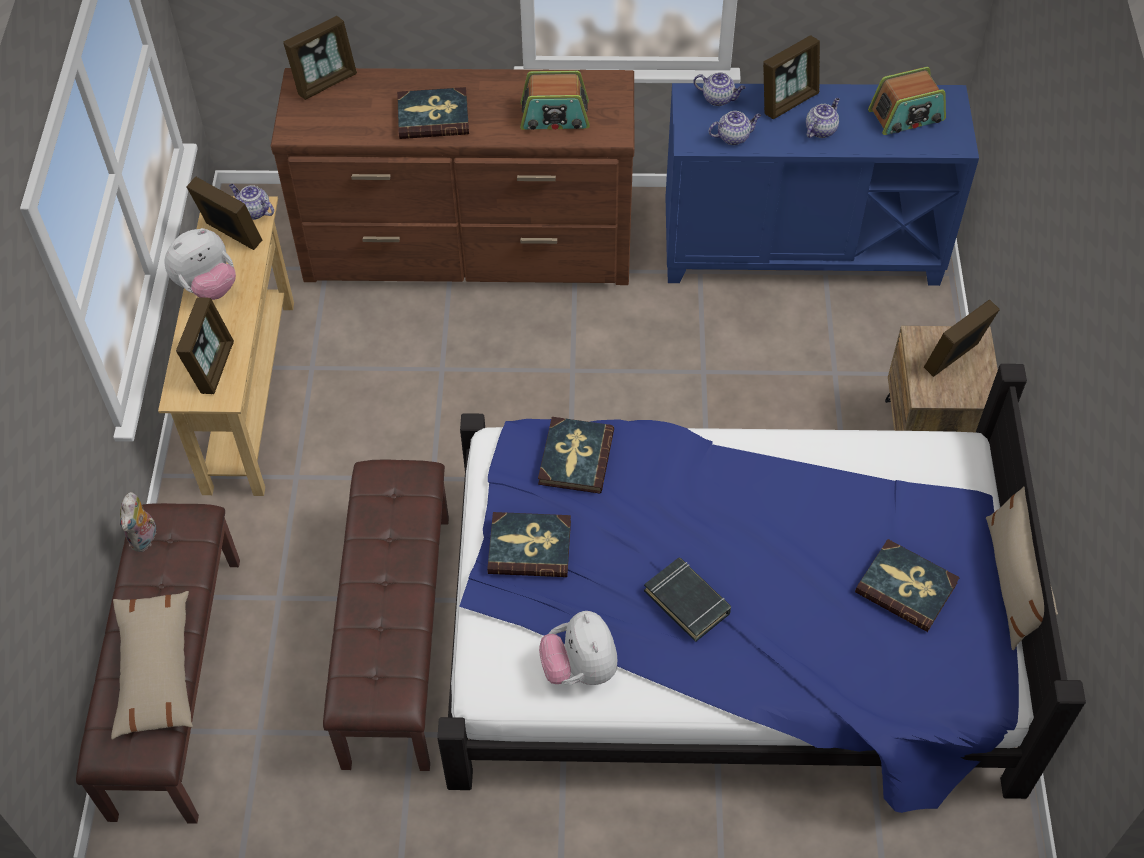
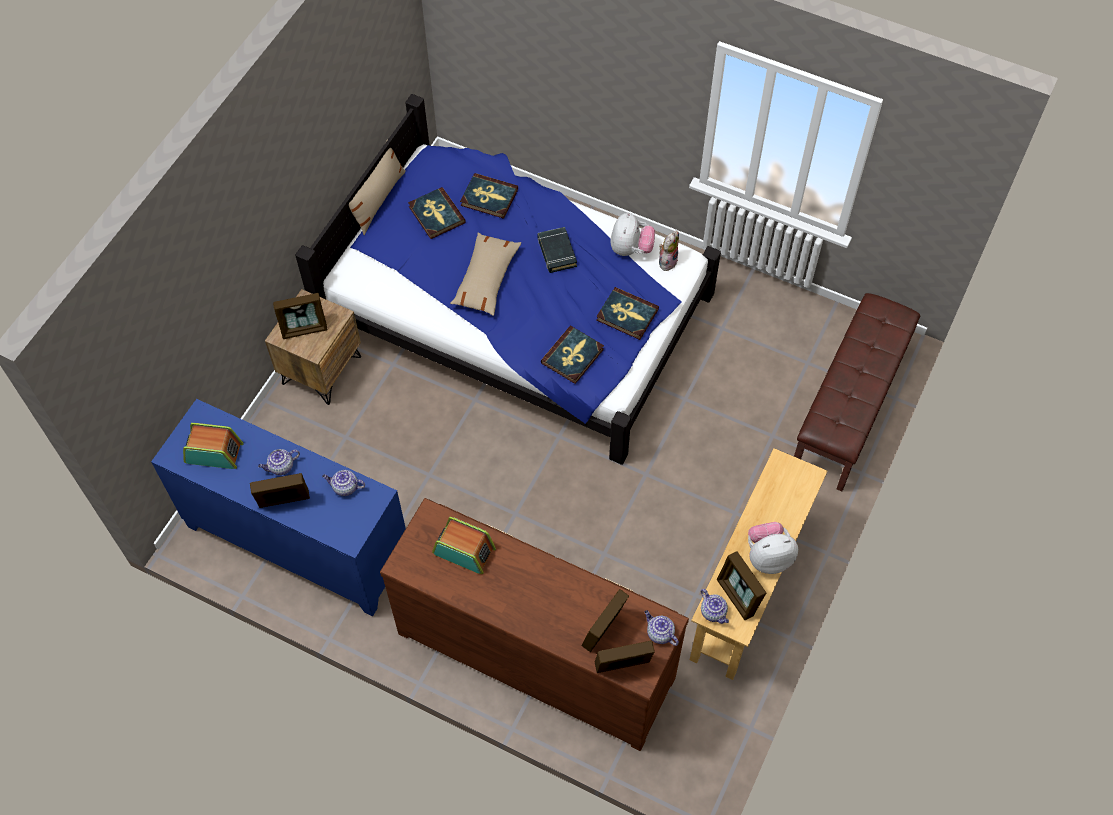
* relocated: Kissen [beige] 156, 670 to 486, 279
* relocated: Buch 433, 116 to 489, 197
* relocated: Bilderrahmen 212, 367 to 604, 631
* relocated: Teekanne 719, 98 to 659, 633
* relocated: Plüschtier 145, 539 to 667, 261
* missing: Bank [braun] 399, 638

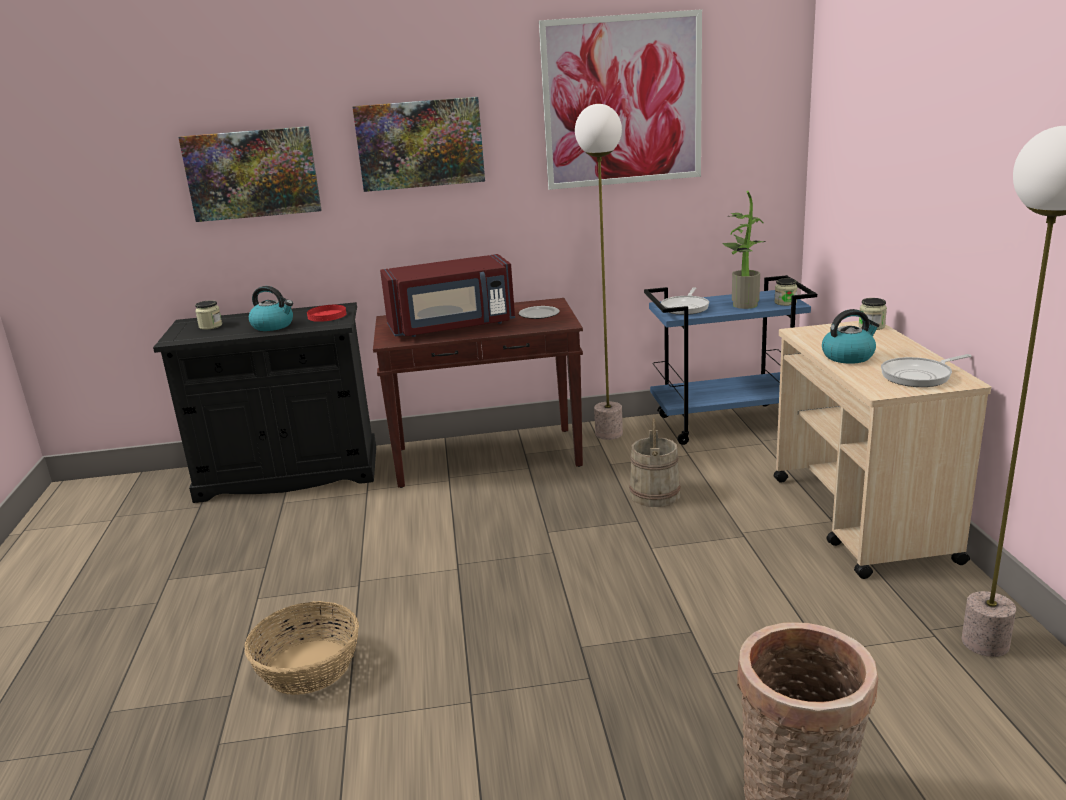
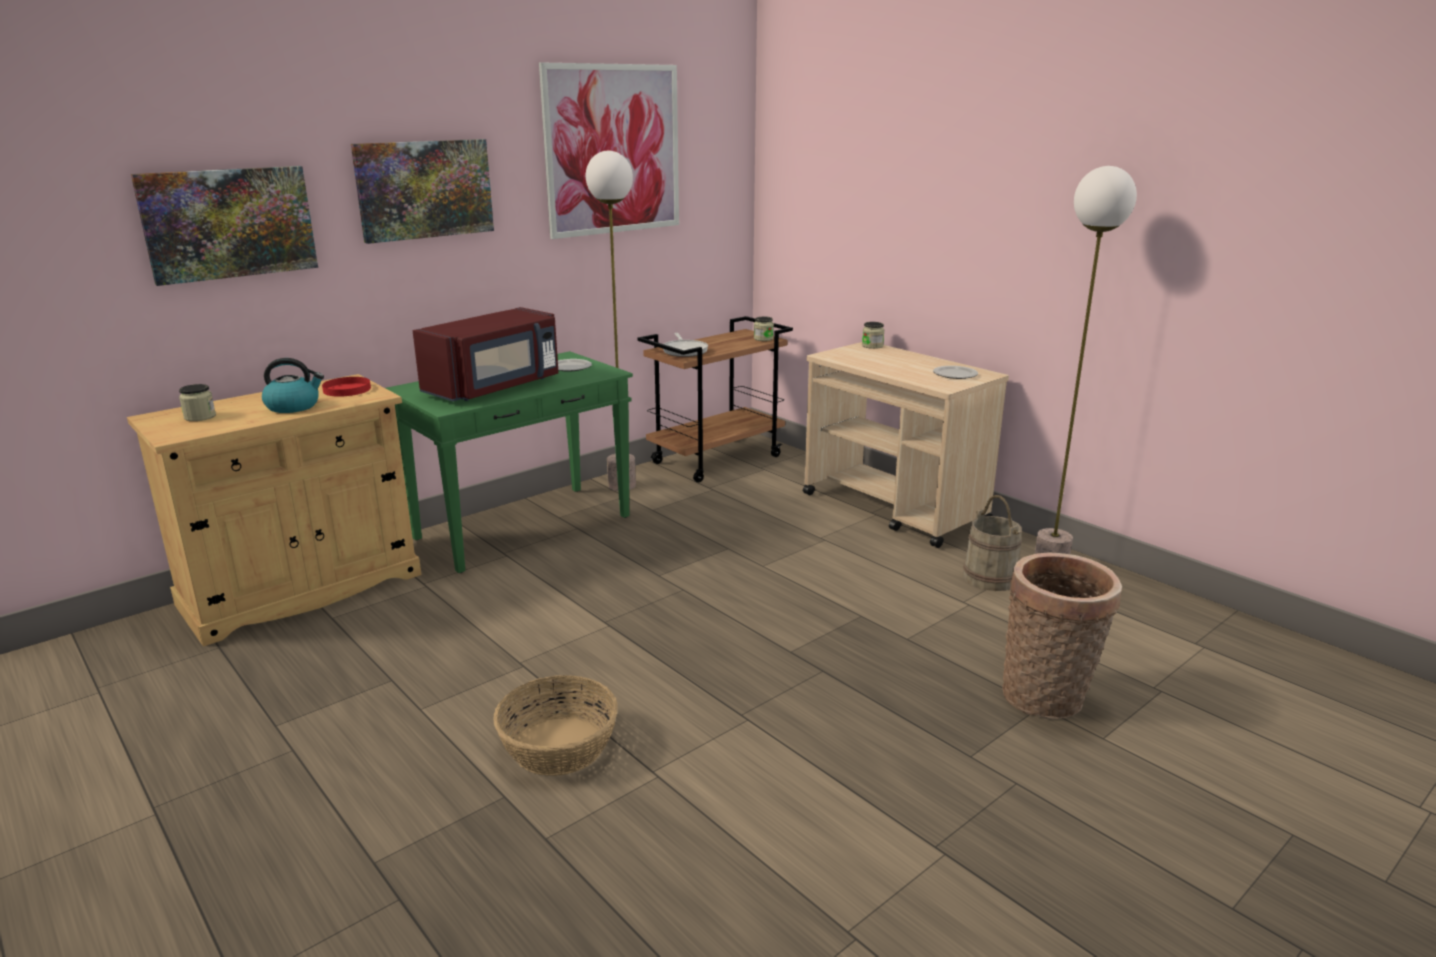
* colour: Schrank [schwarz] 289, 474 to Schrank [beige] 302, 590
* colour: Konsolentisch [braun] 489, 457 to Konsolentisch [grün] 524, 527
* colour: Rollwagen [blau] 726, 423 to Rollwagen [braun] 717, 459
* exchanged: Pfanne 919, 376 to Teller 956, 374
* relocated: Eimer [beige] 655, 494 to 990, 577
* missing: Topfpflanze 741, 304
* missing: Wasserkessel 848, 356

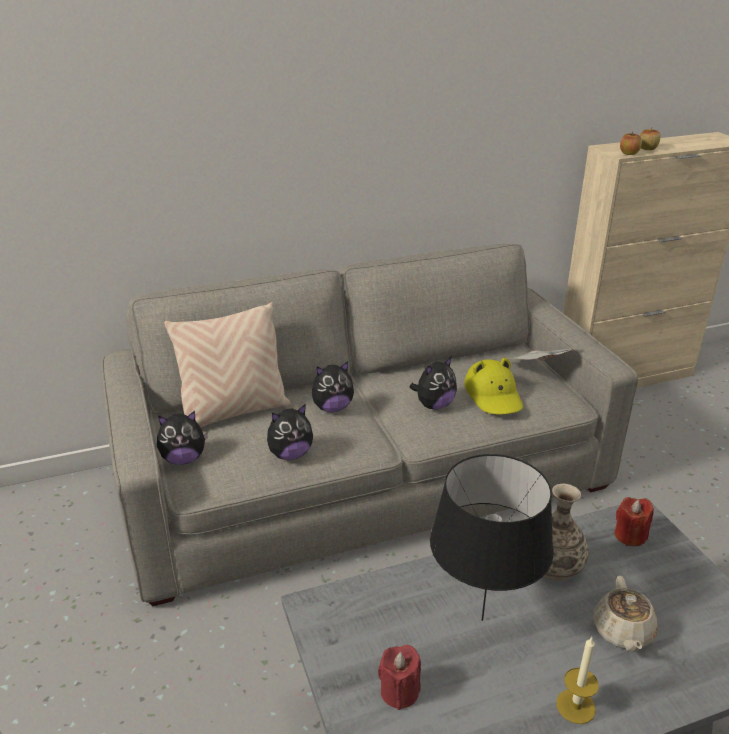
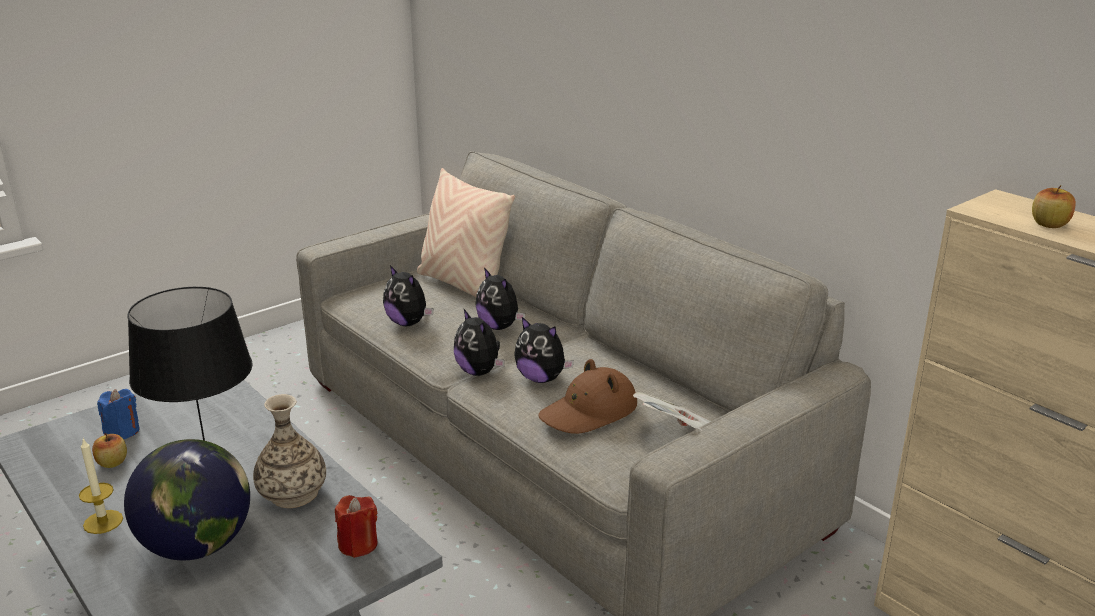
* relocated: Apfel 629, 153 to 112, 463
* colour: Kerze [rot] 399, 691 to Kerze [blau] 122, 431
* exchanged: Teekanne [beige] 622, 632 to Globus 198, 545
* relocated: Plüschtier 183, 459 to 479, 371
* colour: Hut [gelb] 494, 395 to Hut [braun] 589, 412

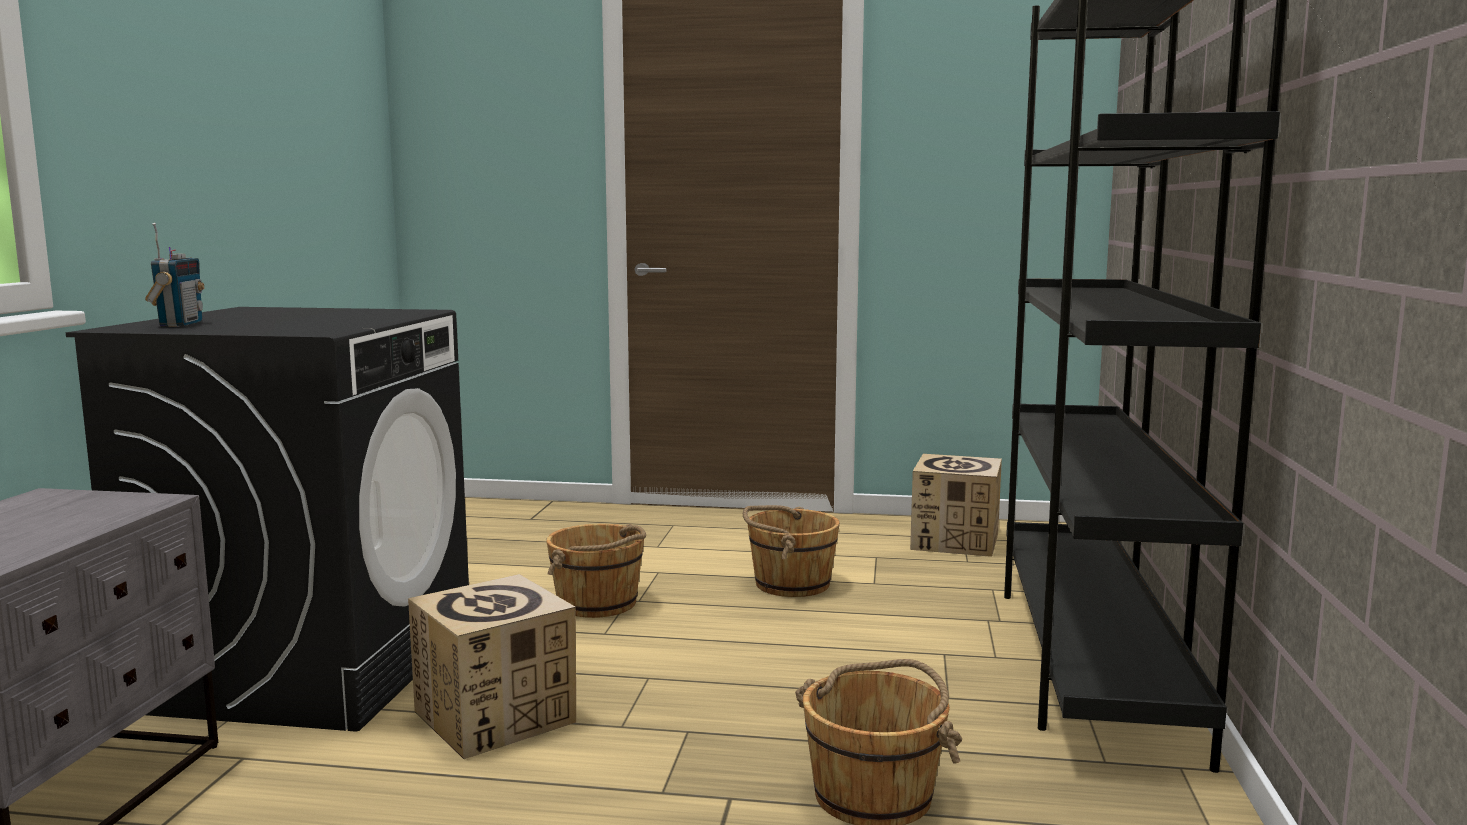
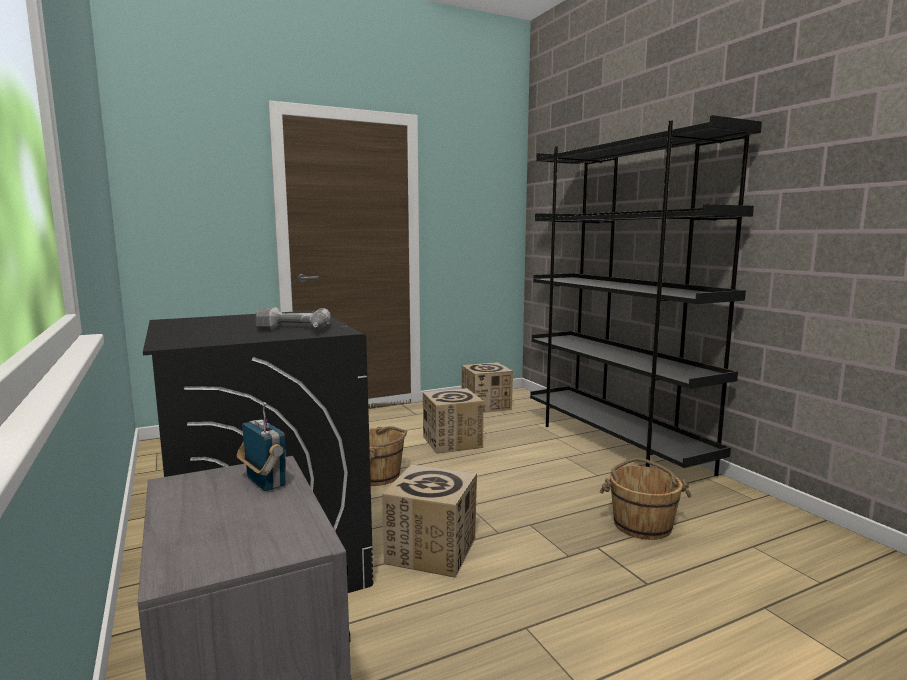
* relocated: Radio 180, 324 to 265, 482
* appeared: Bohrmaschine 293, 329
* exchanged: Eimer [braun] 790, 584 to Karton 452, 442

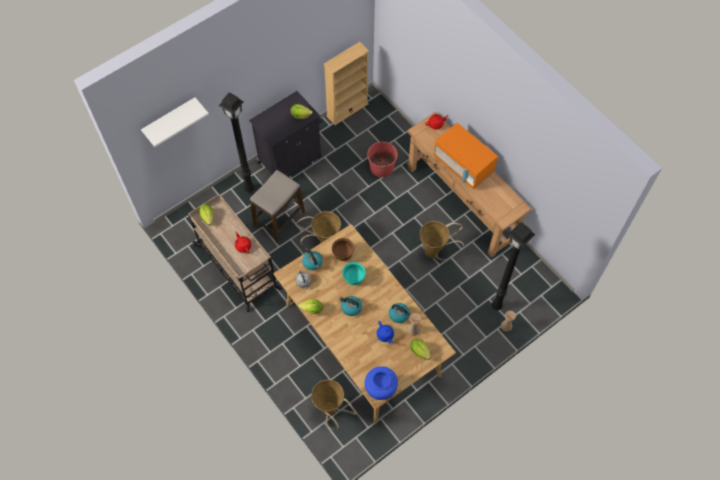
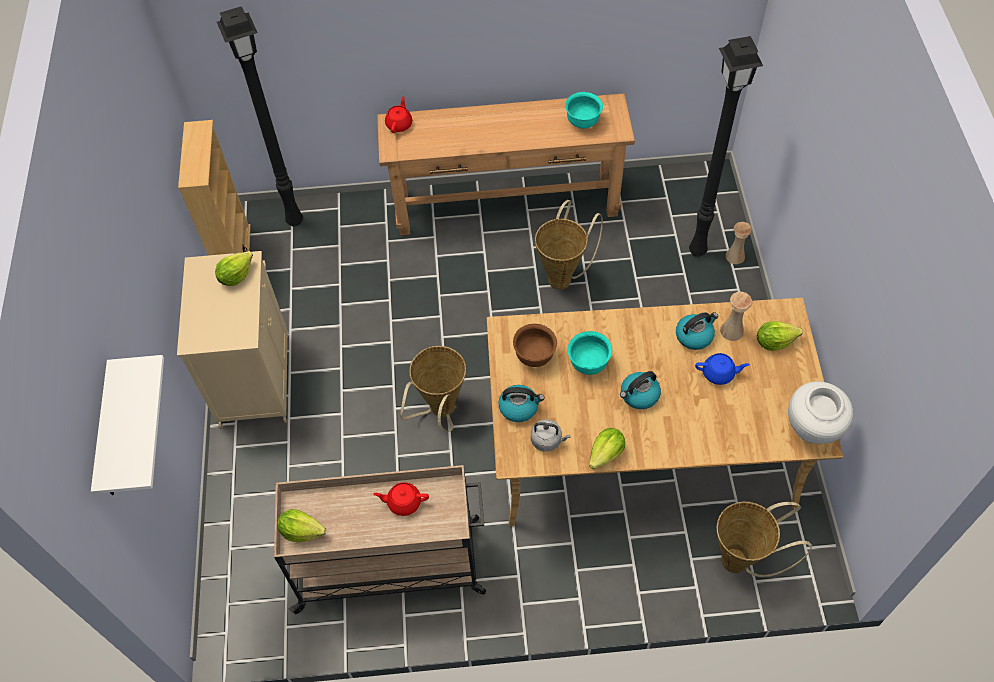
* colour: Schrank [schwarz] 291, 159 to Schrank [beige] 255, 378
* relocated: Stehlampe [schwarz] 248, 189 to 294, 222
* appeared: Schüssel [türkis] 582, 122
* colour: Vase [blau] 380, 389 to Vase [weiß] 811, 430
* missing: Hocker 279, 219
* missing: Eimer [rot] 381, 167
* missing: Mikrowelle [orange] 463, 165

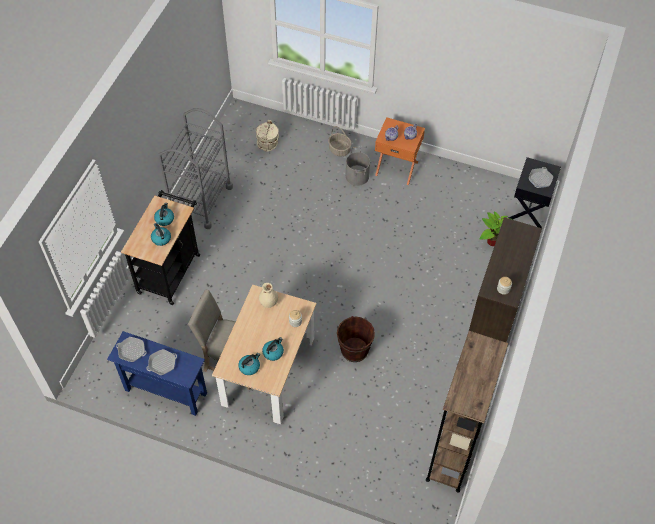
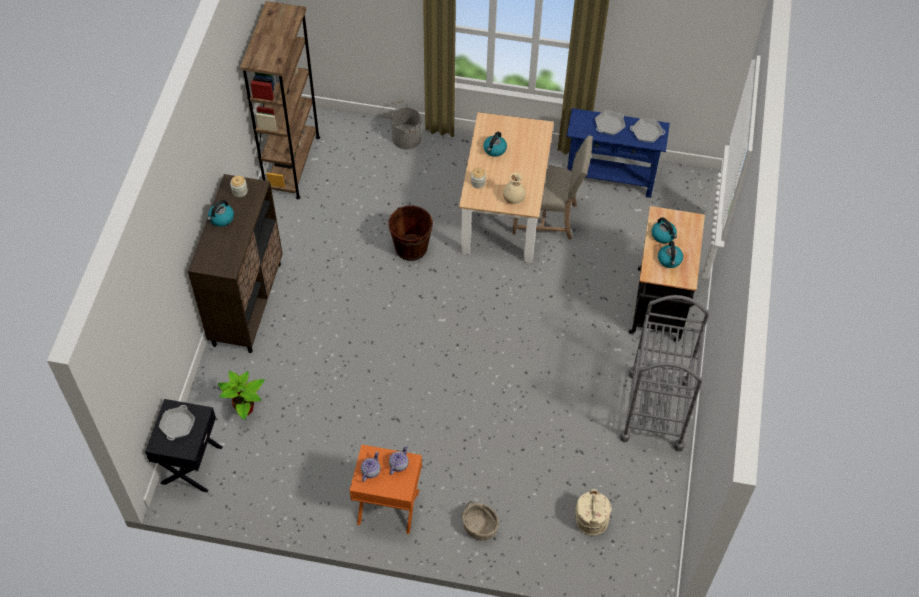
* relocated: Wasserkessel 249, 367 to 221, 219
* relocated: Eimer [grau] 356, 176 to 407, 137

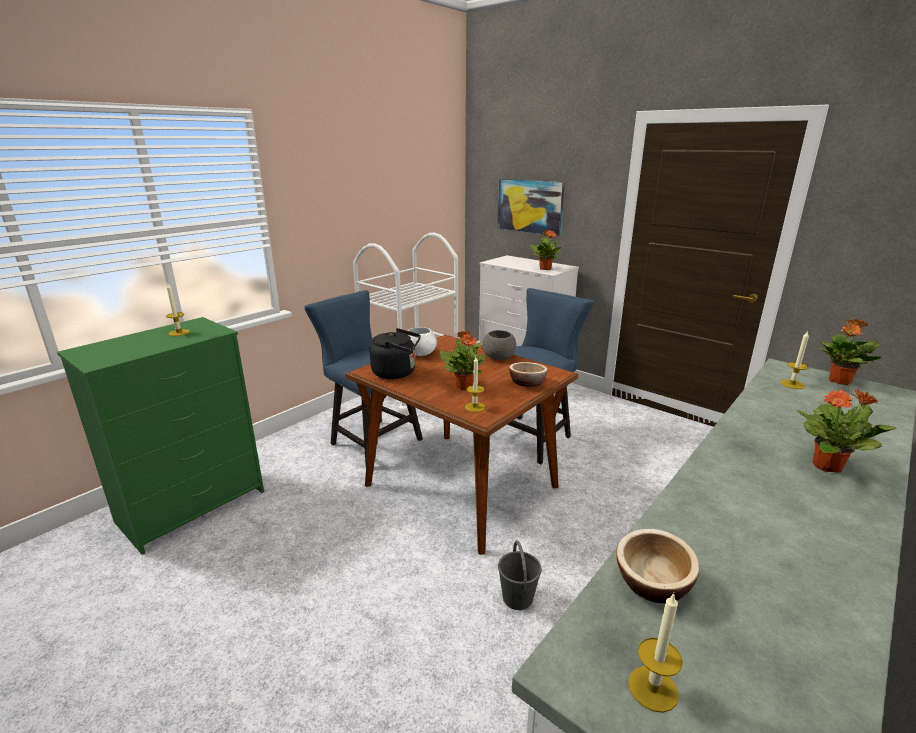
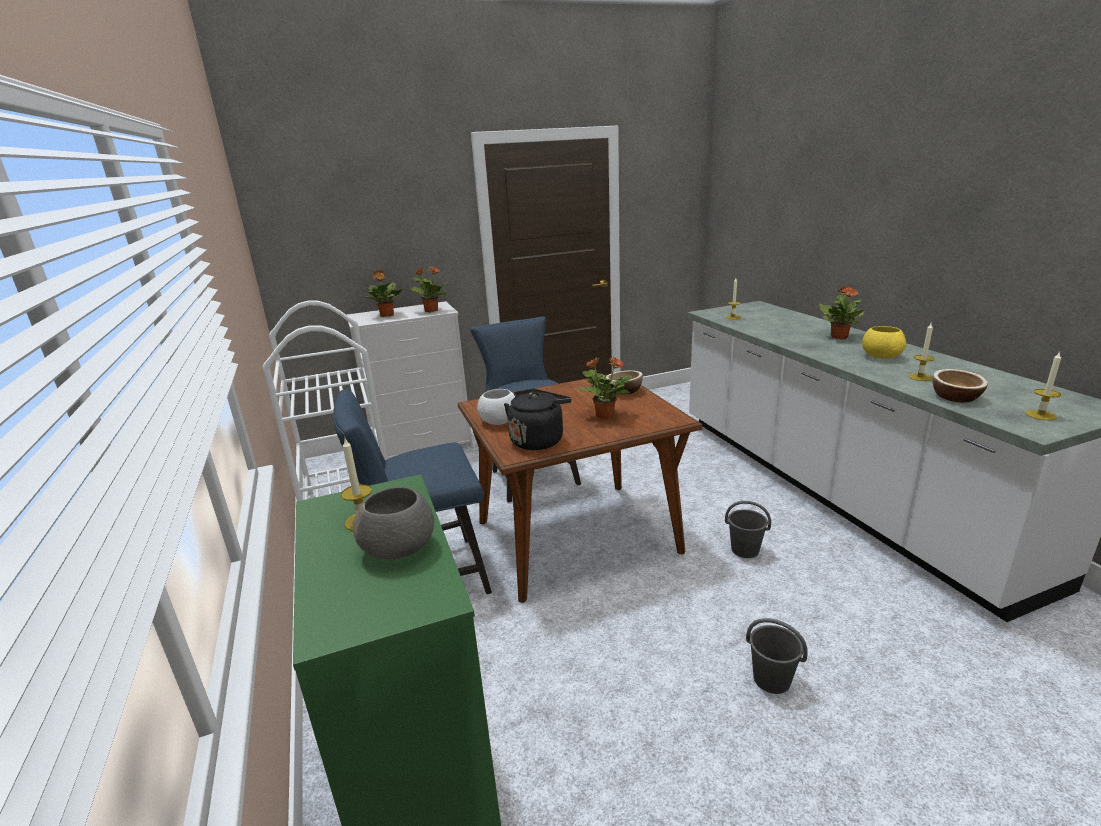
* relocated: Schüssel [grau] 498, 357 to 400, 548
* relocated: Topfpflanze 839, 381 to 387, 315
* appeared: Eimer [grau] 771, 679
* appeared: Schüssel [gelb] 880, 356
* relocated: Kerze 475, 407 to 920, 377
* missing: Bild 530, 206

